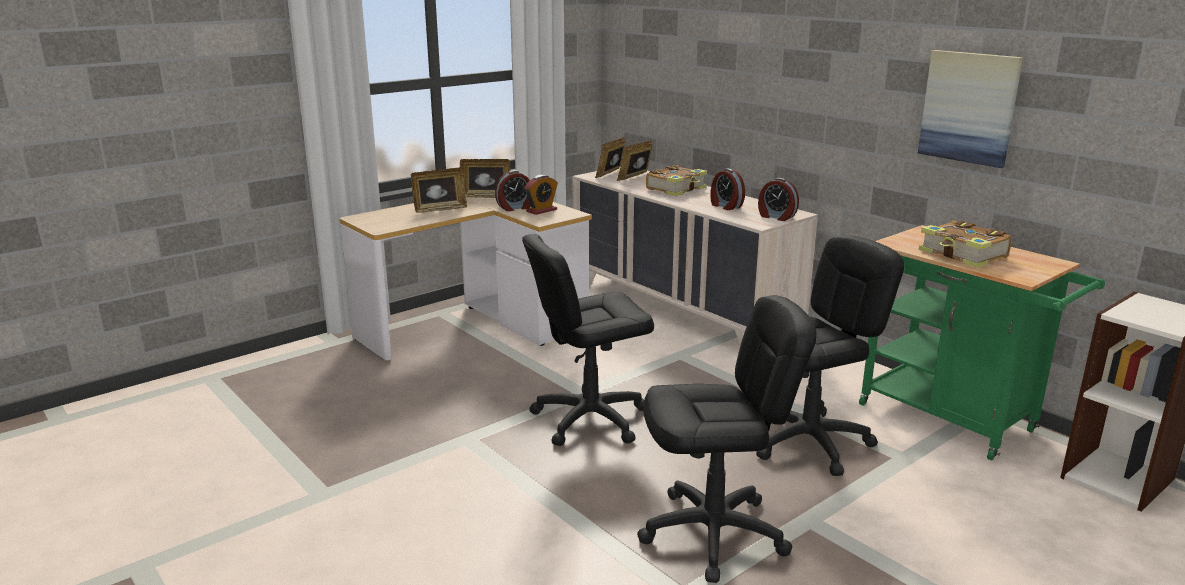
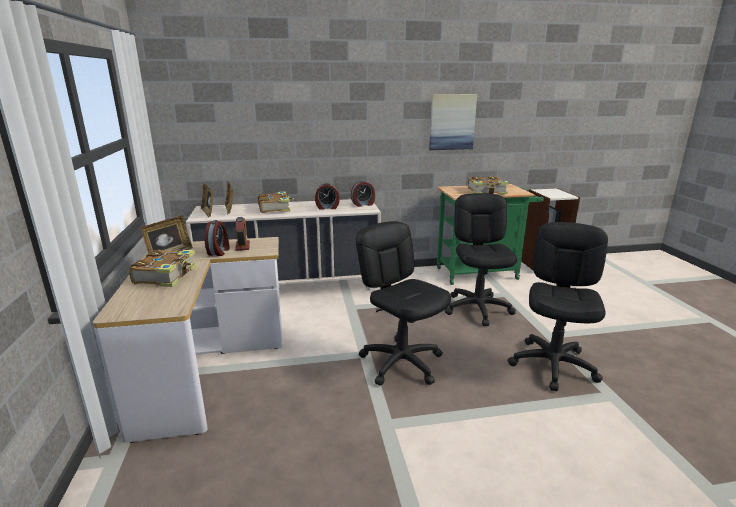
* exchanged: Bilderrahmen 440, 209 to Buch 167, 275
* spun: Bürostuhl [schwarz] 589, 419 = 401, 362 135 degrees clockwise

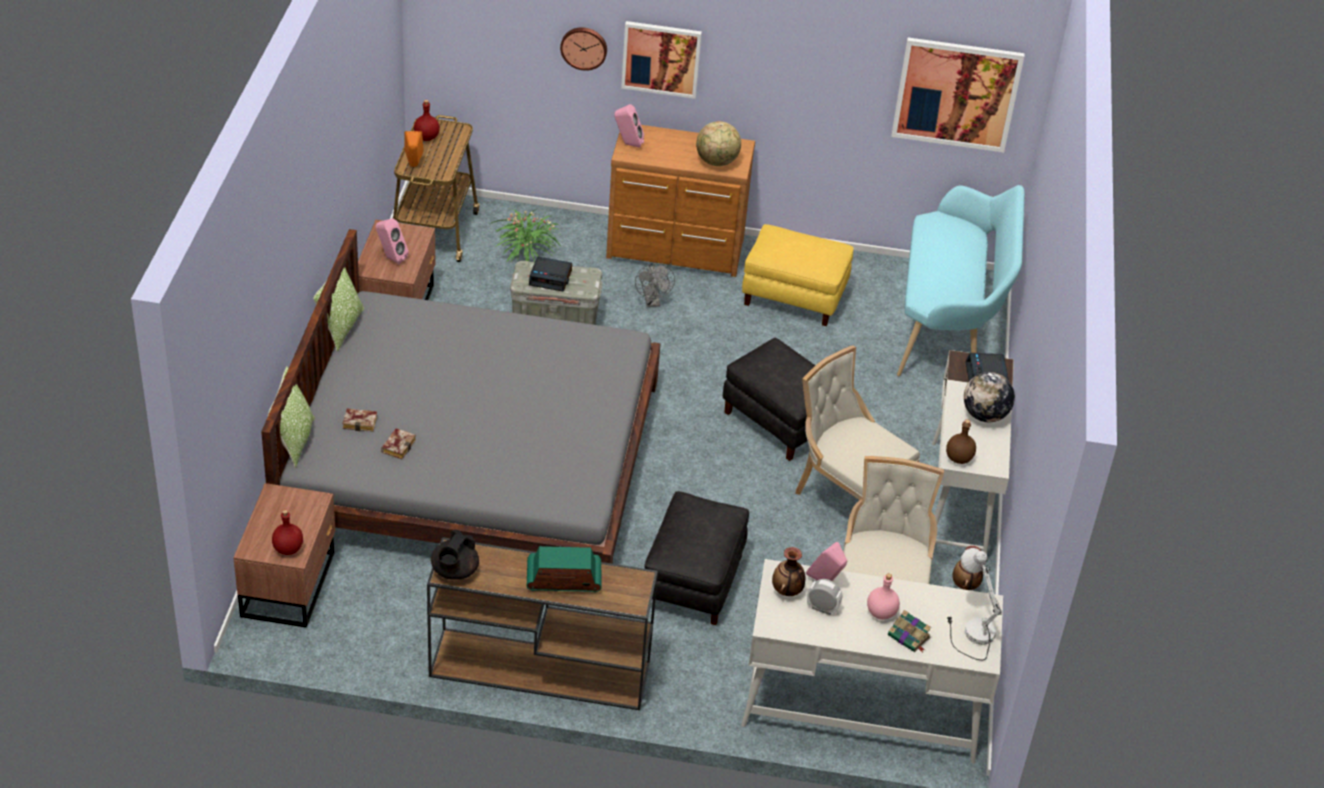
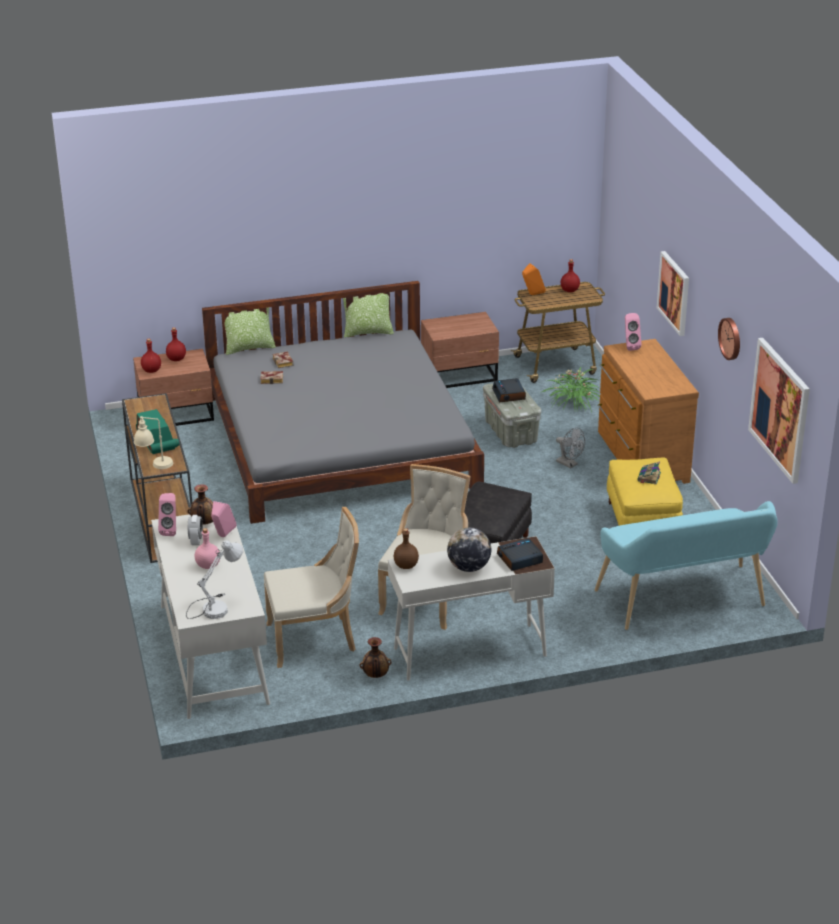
* appeared: Tischlampe [beige] 155, 466
* relocated: Lautsprecher [rosa] 391, 258 to 171, 530
* appeared: Flasche [rot] 176, 359
* spun: Ventilator [grau] 652, 302 = 569, 464 105 degrees counterclockwise
* relocated: Buch 909, 637 to 649, 477
* relocated: Wanduhr 584, 47 to 731, 338
* missing: Teekanne [schwarz] 454, 571
* missing: Polsterhocker [schwarz] 692, 580
* missing: Globus 717, 162

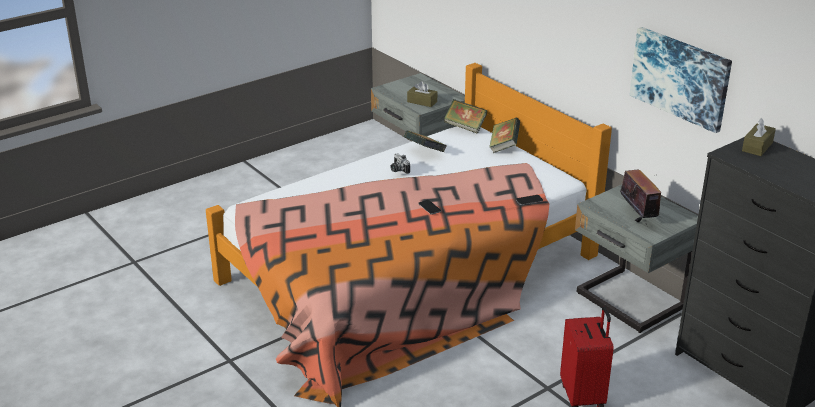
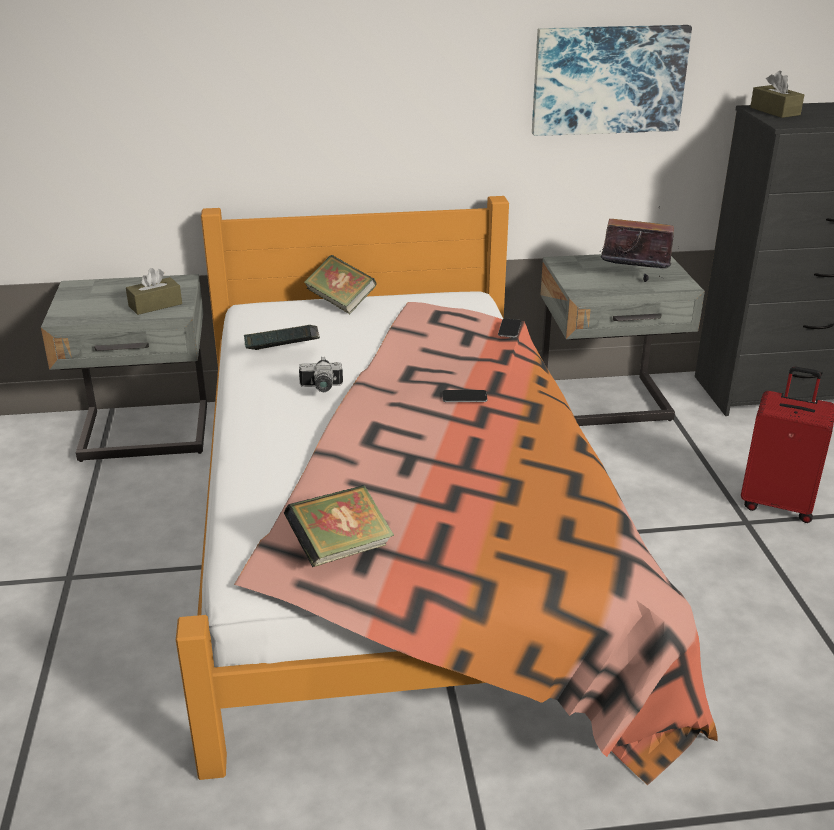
* relocated: Buch 465, 127 to 340, 549

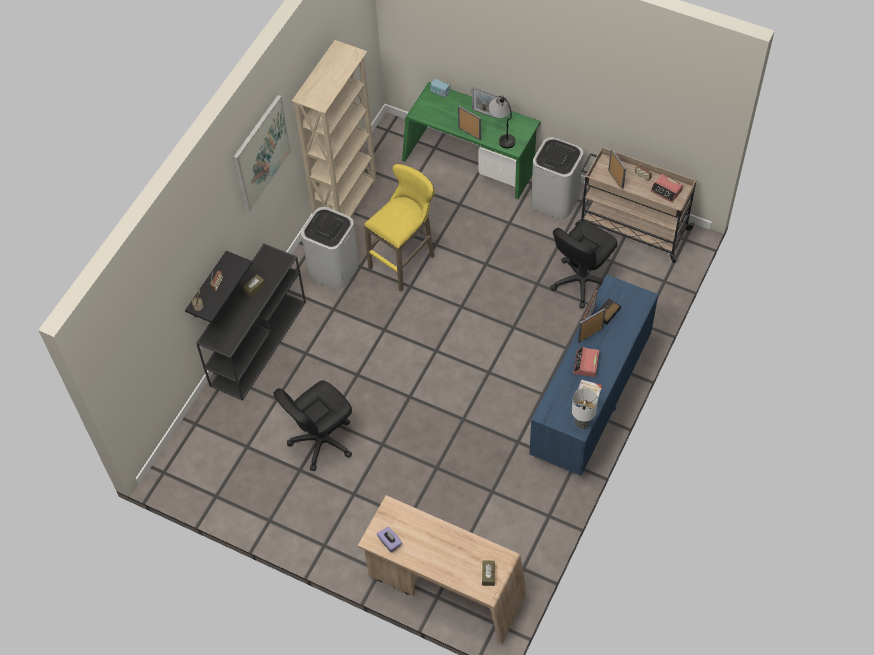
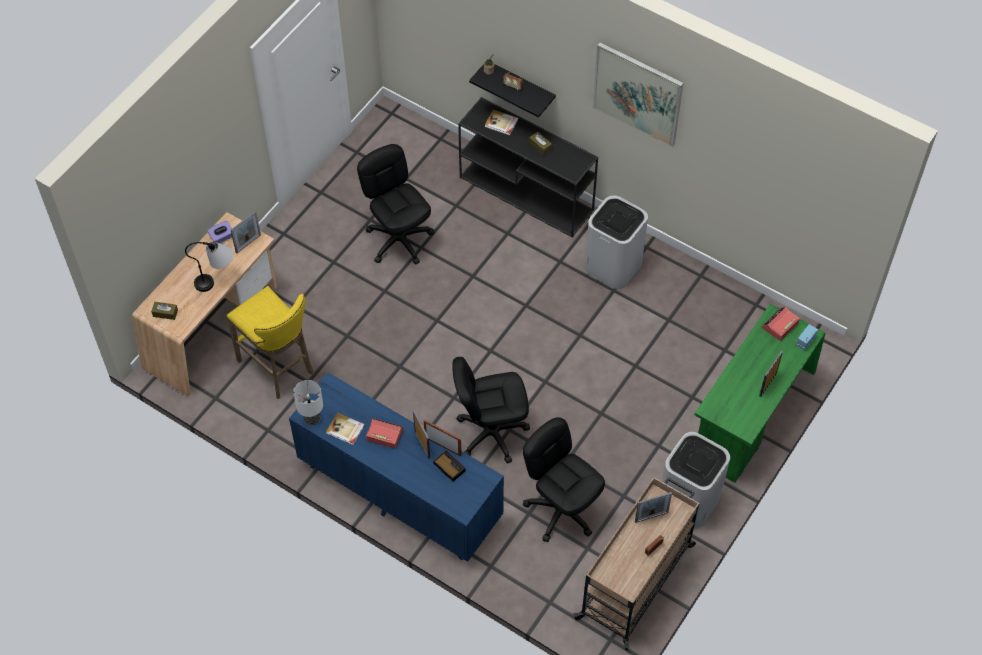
* relocated: Tischlampe 502, 133 to 217, 281
* relocated: Hocker [gelb] 404, 260 to 278, 368
* relocated: Bilderrahmen 469, 133 to 248, 243
* appeared: Bürostuhl [schwarz] 491, 433
* appeared: Buch 501, 123
* relocated: Wecker 666, 190 to 779, 325
* missing: Bücherregal [beige] 347, 204

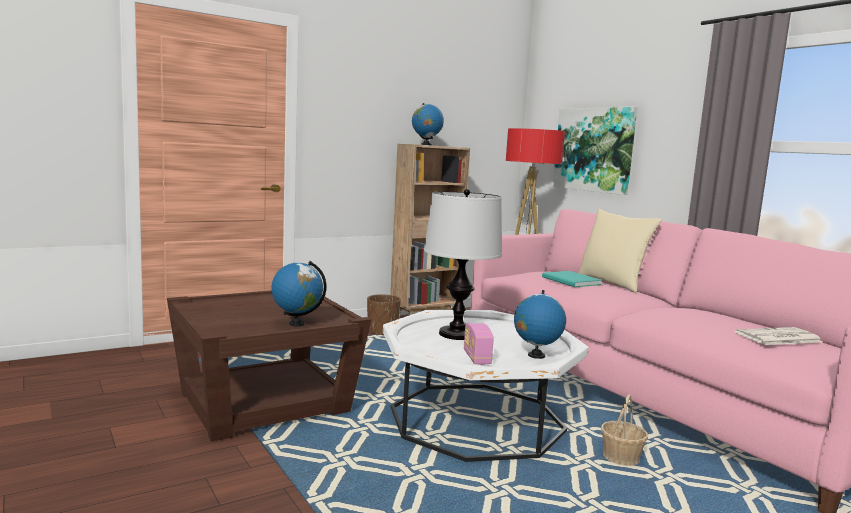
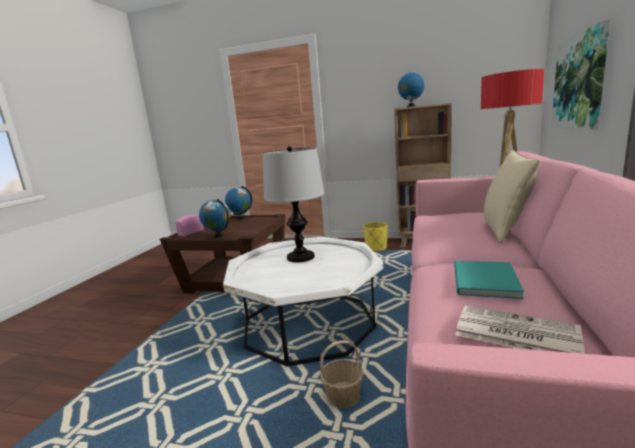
* relocated: Radio 476, 358 to 191, 233
* relocated: Globus 536, 356 to 240, 218
* colour: Pflanzkübel [braun] 382, 332 to Pflanzkübel [gelb] 376, 248
* relocated: Buch [türkis] 571, 281 to 483, 281

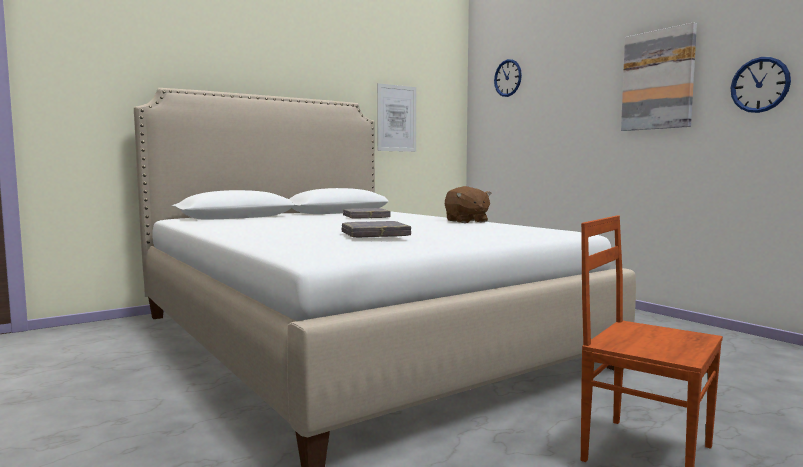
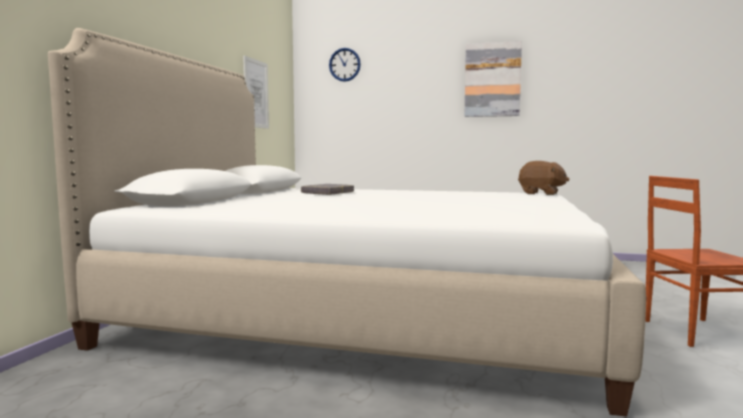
* relocated: Plüschtier [braun] 466, 221 to 541, 193
* missing: Buch [grau] 375, 235
* missing: Wanduhr 760, 85

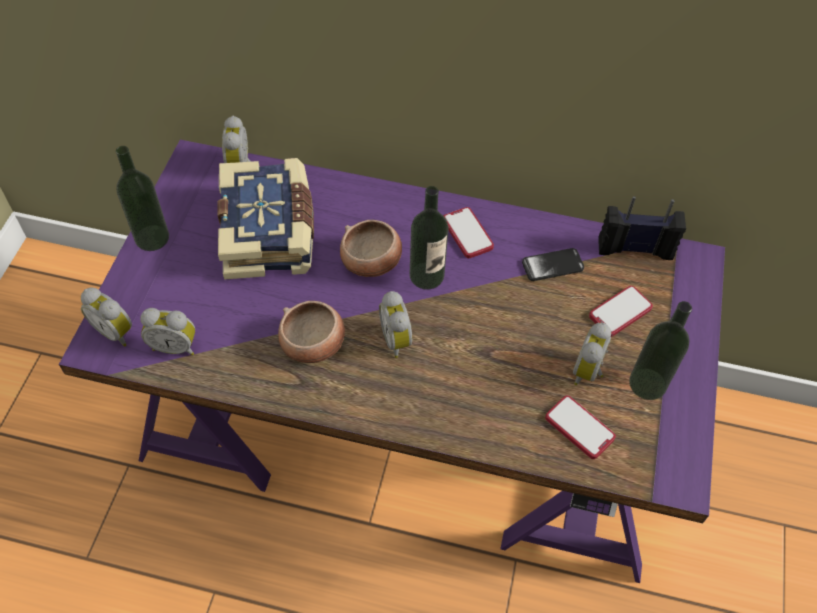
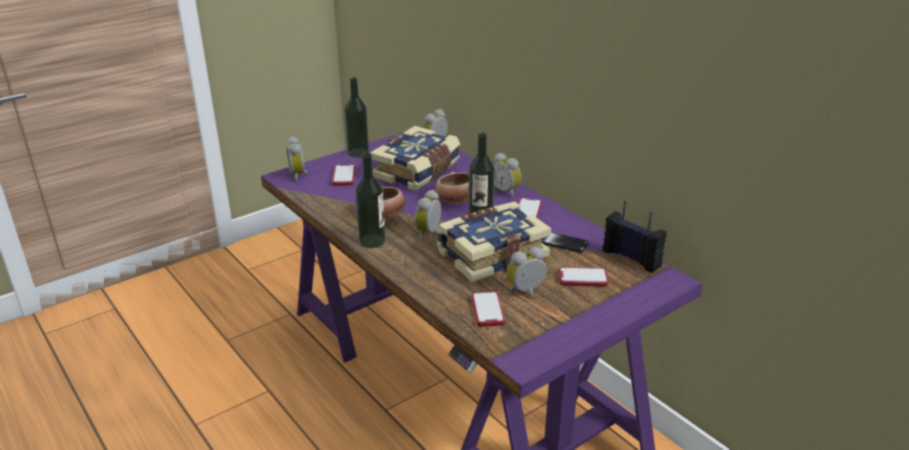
* appeared: Handy 344, 176
* relocated: Flasche 647, 384 to 372, 241
* appeared: Buch 491, 254
* relocated: Wecker 175, 346 to 506, 191

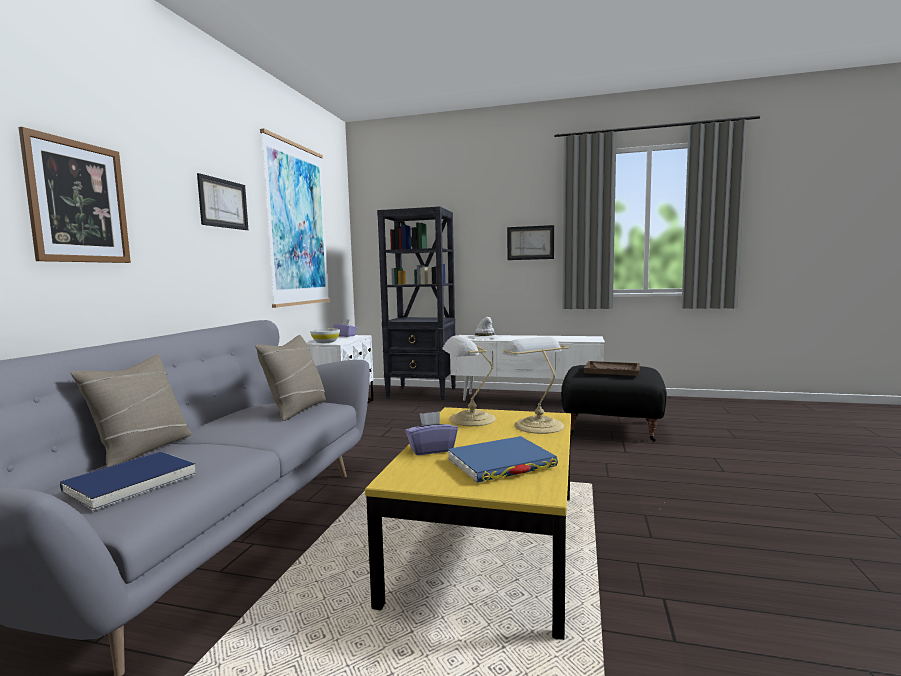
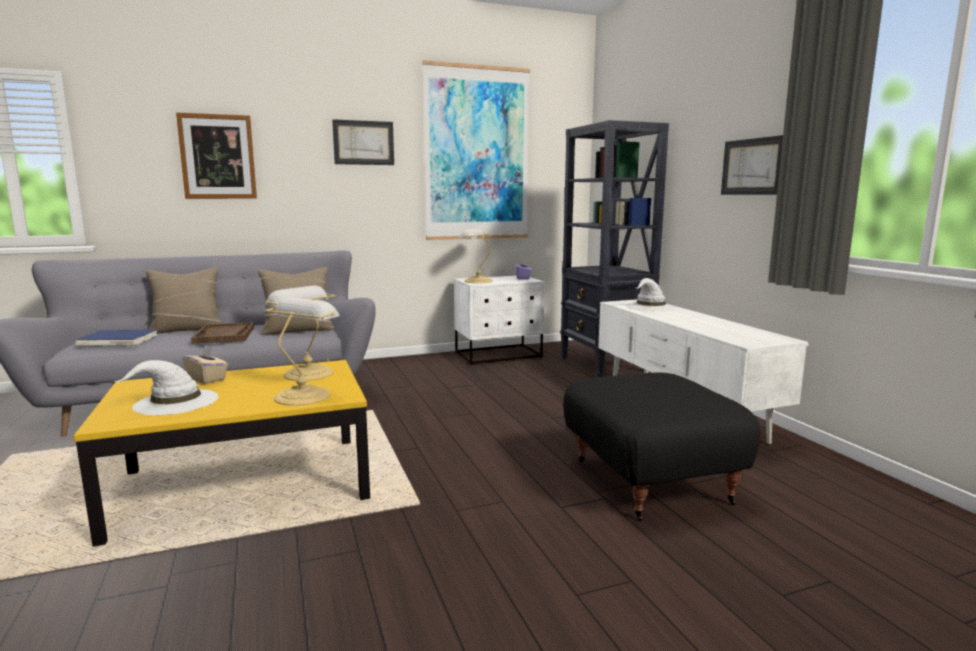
* exchanged: Buch [blau] 501, 464 to Hut [weiß] 175, 402
* colour: Taschentuchbox [lila] 431, 449 to Taschentuchbox [beige] 207, 379
* relocated: Tablett [braun] 612, 370 to 224, 335
* exchanged: Schüssel [weiß] 326, 342 to Tischlampe 476, 281

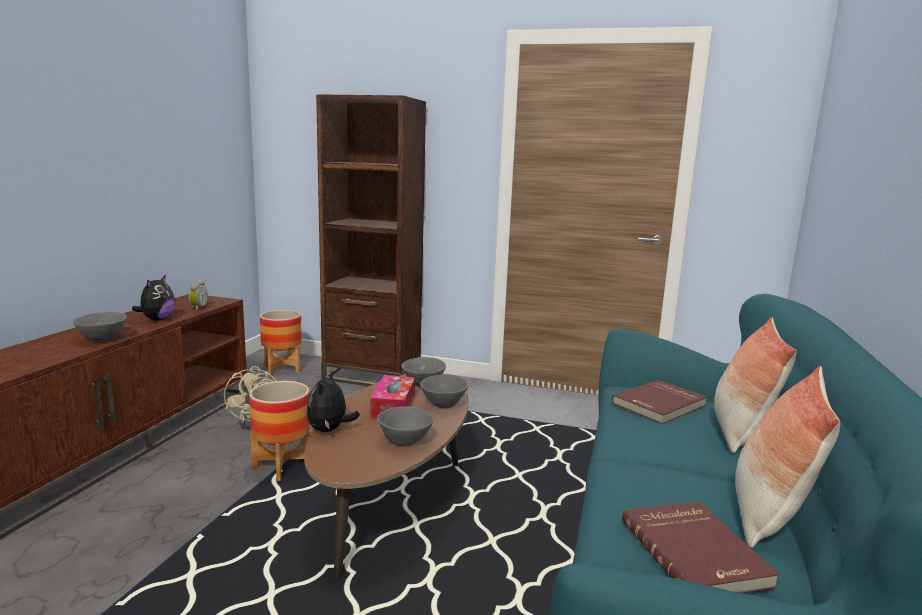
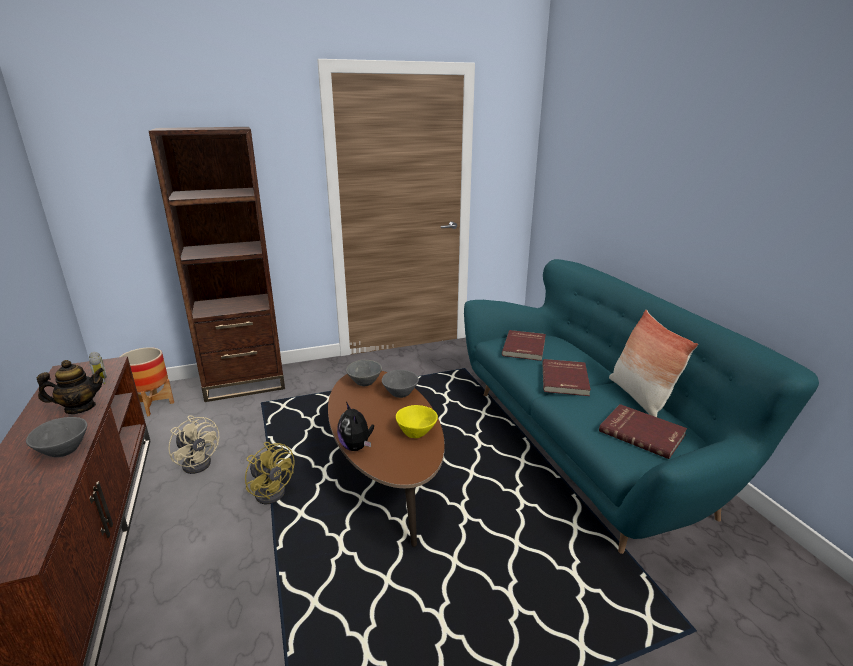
* exchanged: Plüschtier 157, 319 to Teekanne 80, 408
* exchanged: Pflanzkübel 282, 467 to Ventilator [gelb] 272, 490
* colour: Schüssel [grau] 405, 442 to Schüssel [gelb] 417, 433
* appeared: Buch [rot] 566, 379
* missing: Taschentuchbox 393, 406
* missing: Kissen 739, 432

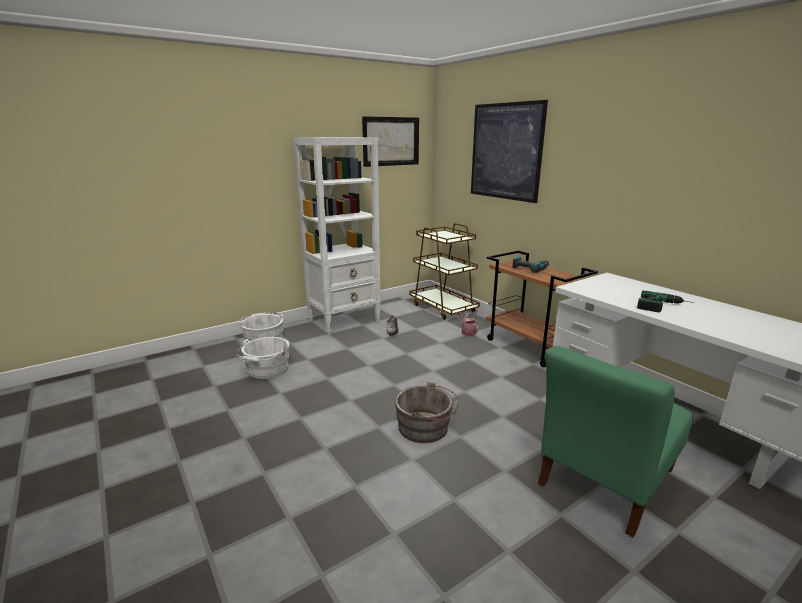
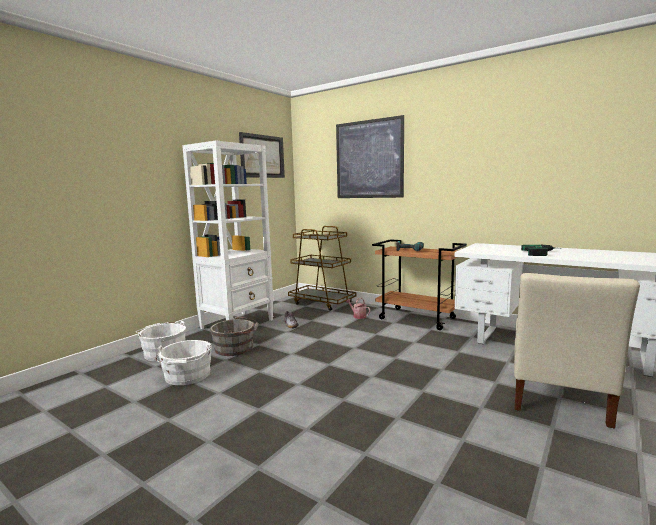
* relocated: Eimer [grau] 426, 428 to 236, 348
* colour: Stuhl [grün] 603, 481 to Stuhl [beige] 557, 396

